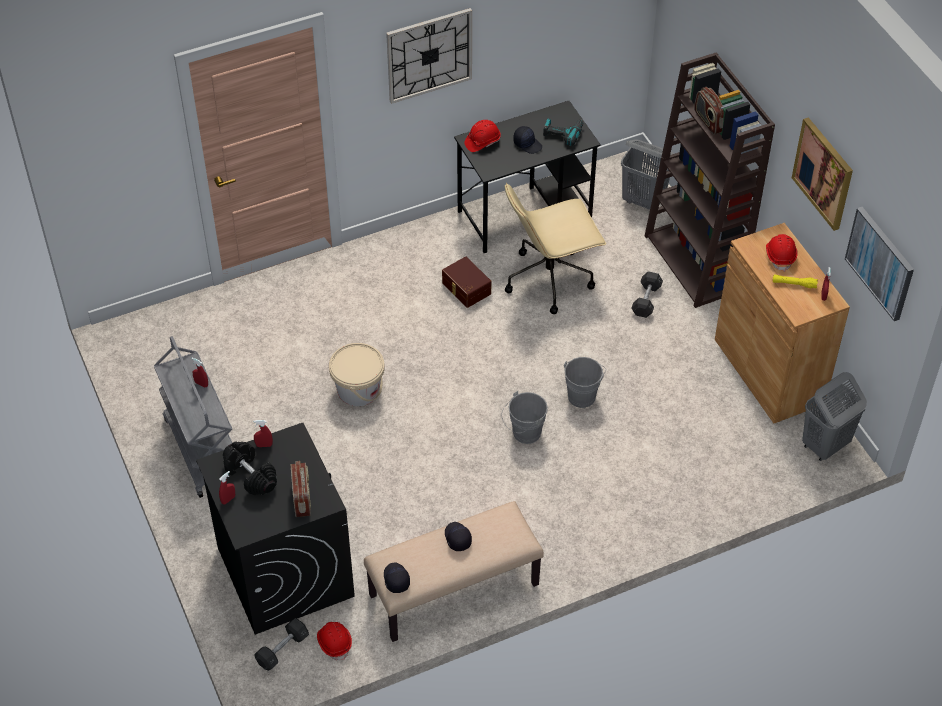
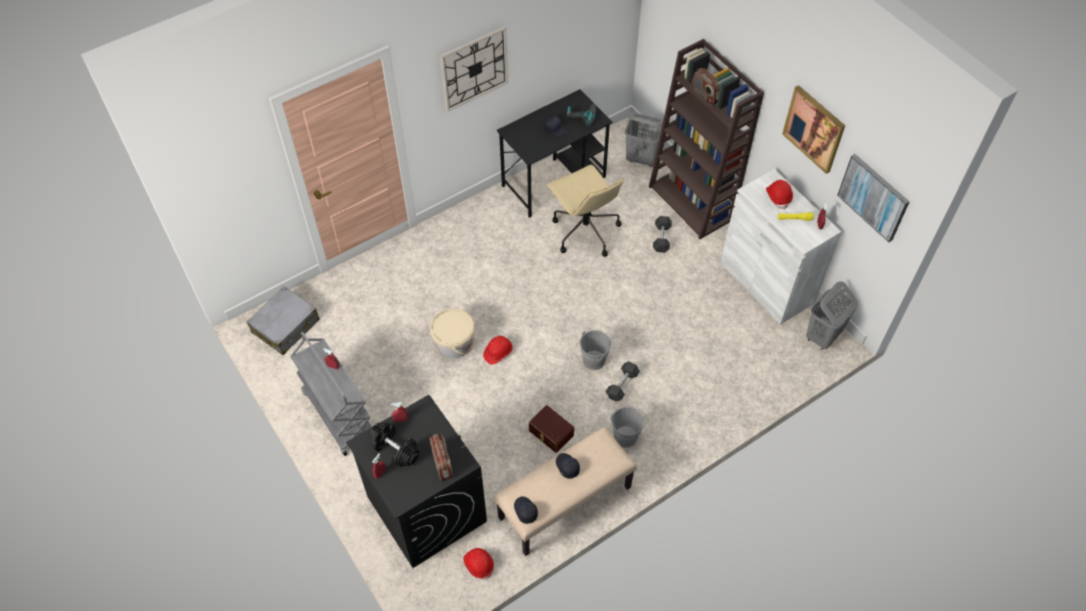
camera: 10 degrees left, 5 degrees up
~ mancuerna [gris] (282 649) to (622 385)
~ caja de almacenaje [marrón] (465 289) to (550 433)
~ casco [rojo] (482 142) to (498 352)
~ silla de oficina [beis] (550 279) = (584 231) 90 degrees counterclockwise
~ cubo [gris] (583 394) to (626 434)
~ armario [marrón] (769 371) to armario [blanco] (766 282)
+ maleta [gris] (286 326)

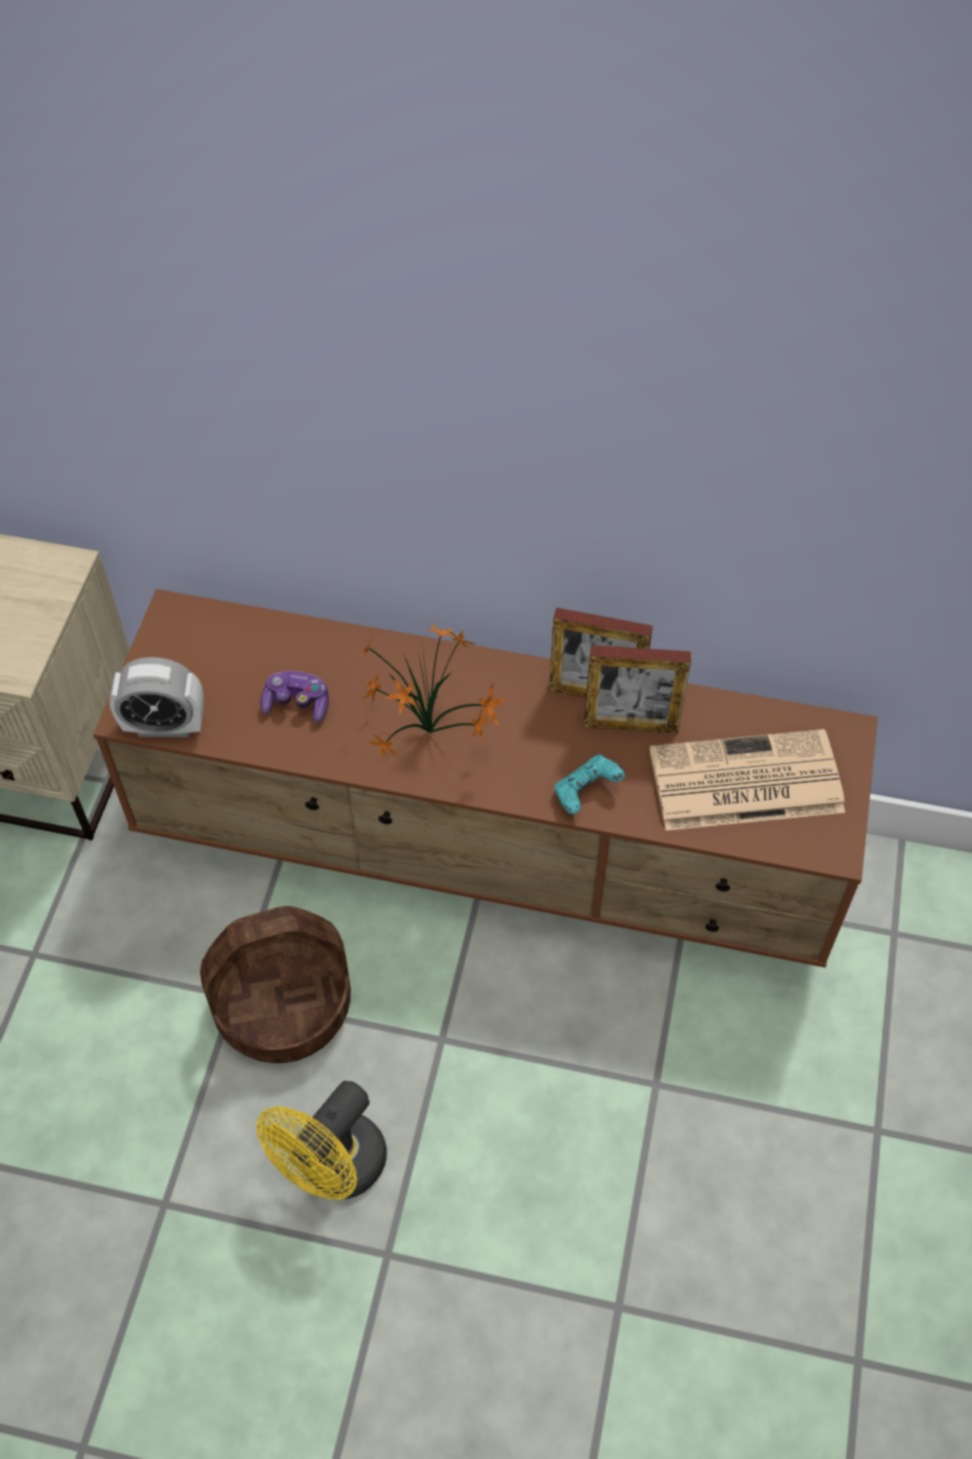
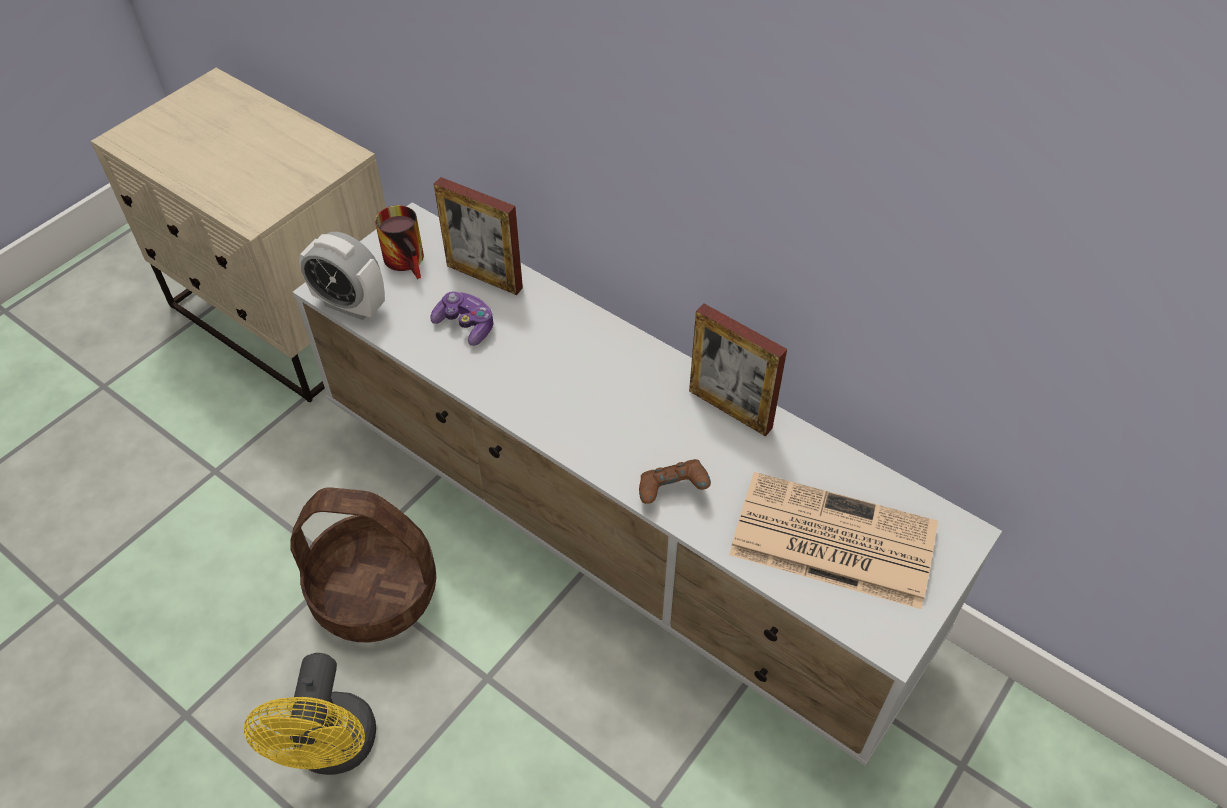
camera: 25 degrees right, 5 degrees down
~ mueble de televisión [marrón] (490 851) to mueble de televisión [blanco] (616 535)
~ ventilador [amarillo] (334 1170) = (333 751) 60 degrees counterclockwise
- planta en maceta (433 736)
~ mando de consola [turquesa] (586 793) to mando de consola [marrón] (672 492)
~ portarretratos (630 724) to (484 277)
+ taza grande (410 260)

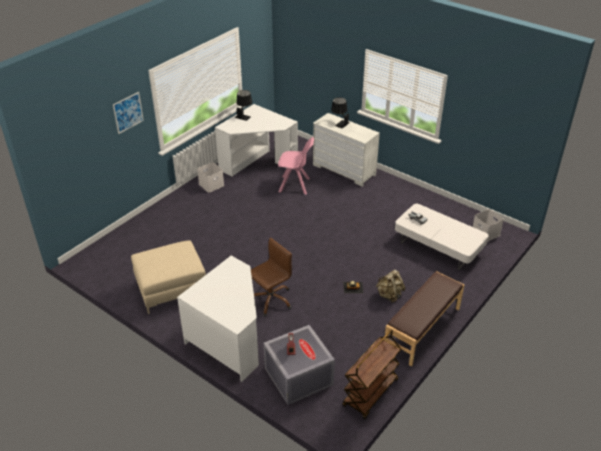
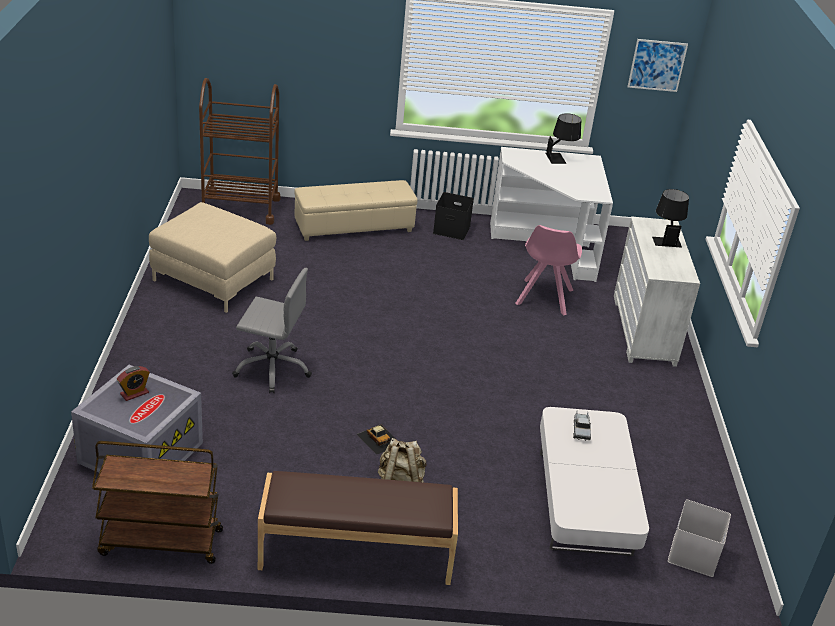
camera: 50 degrees right, 5 degrees down
~ cuadro (128 112) to (657 65)
- escritorio [blanco] (229 340)
~ caja de almacenaje [blanco] (211 184) to caja de almacenaje [negro] (452 229)
~ silla de oficina [marrón] (270 300) to silla de oficina [gris] (272 368)
~ silla [rosa] (295 185) = (544 298) 45 degrees clockwise
+ carrito [marrón] (240 208)
+ puf [beis] (354 227)

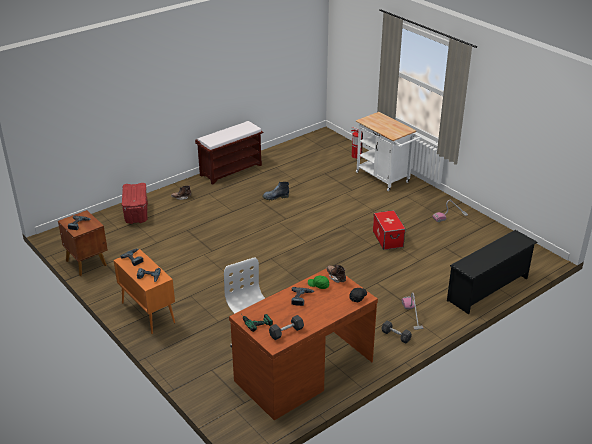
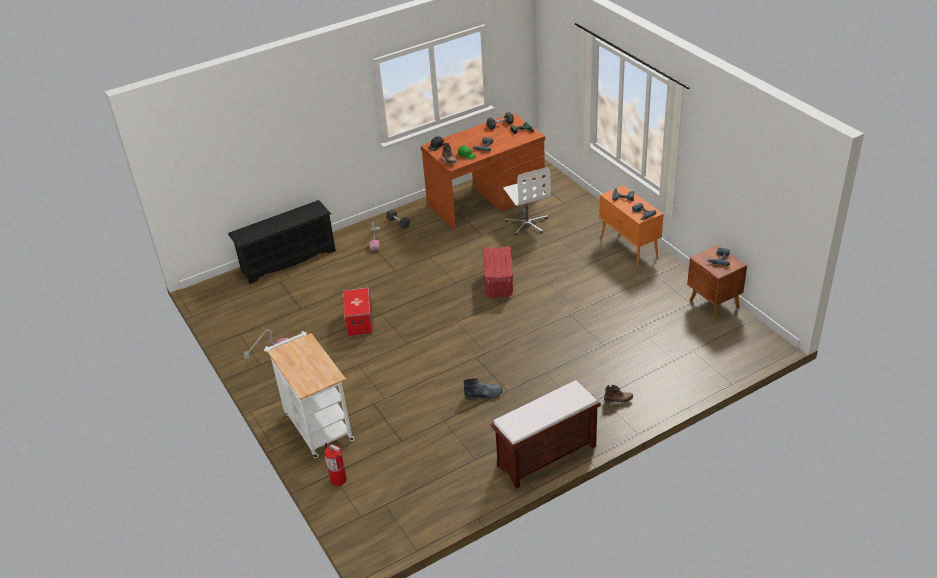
camera: 170 degrees left, 5 degrees up
~ caja de almacenaje [rojo] (136 213) to (499 284)

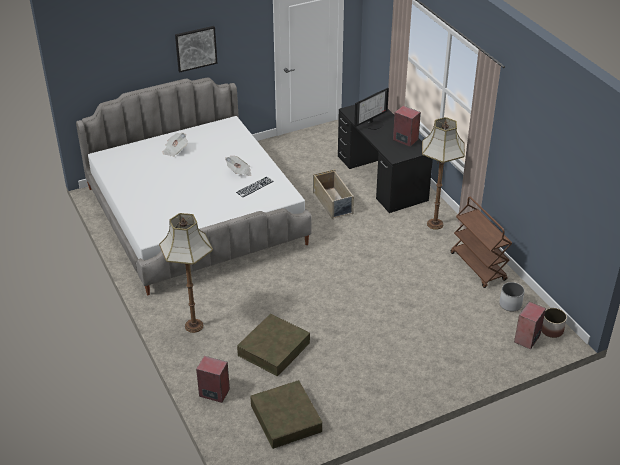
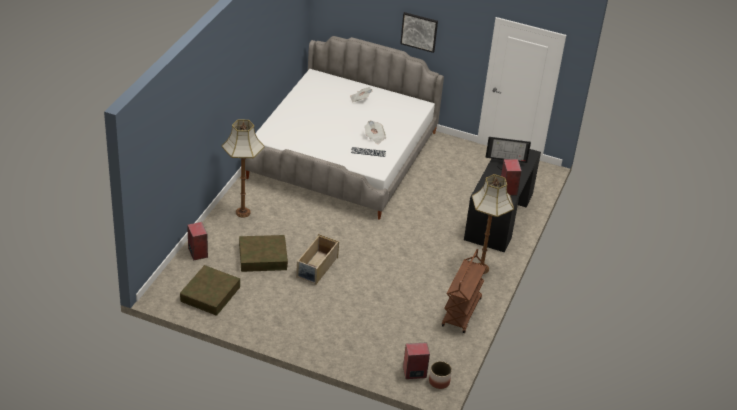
camera: 45 degrees right, 0 degrees up
~ caja de almacenaje [beis] (333 203) to (316 267)
- maceta [blanco] (510 304)

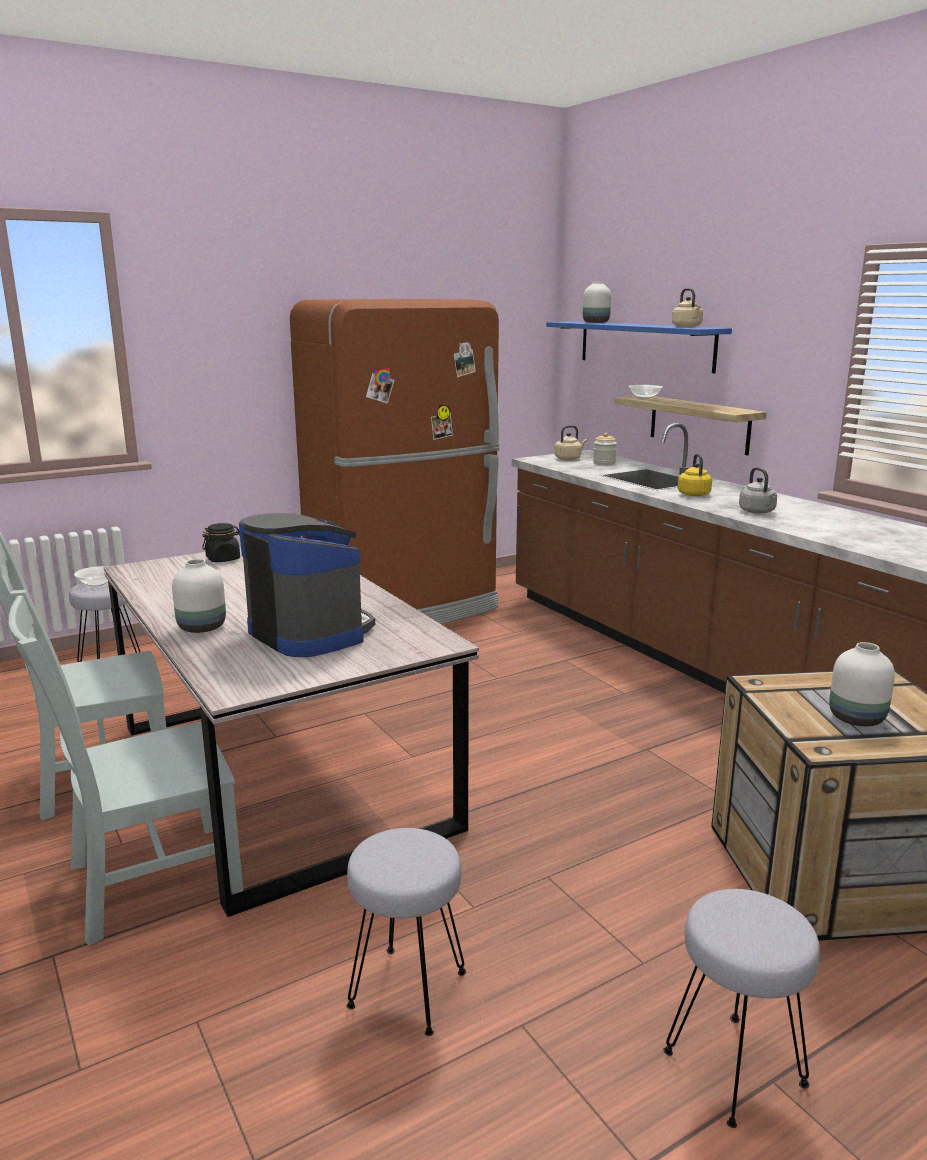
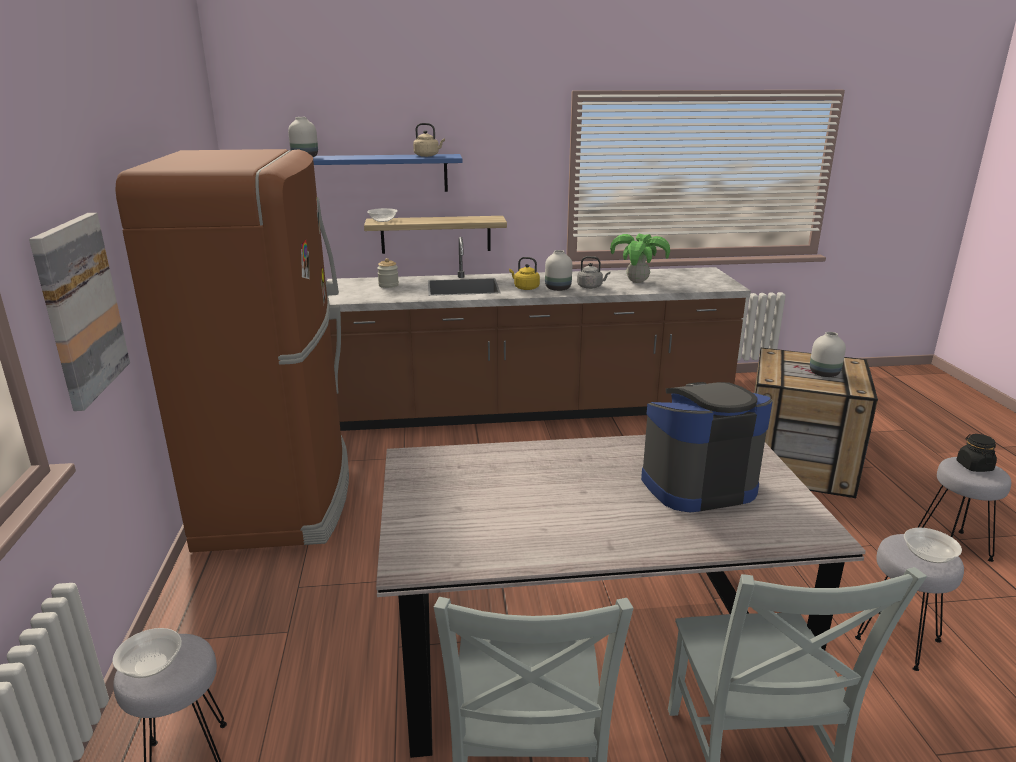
camera: 65 degrees left, 5 degrees up
~ florero [blanco] (202 627) to (557 288)
~ tarro [negro] (223 559) to (974 466)
- hervidor [beis] (569 458)
+ cuadro (80 308)
+ planta en maceta (637 282)
+ cuenco (928 555)

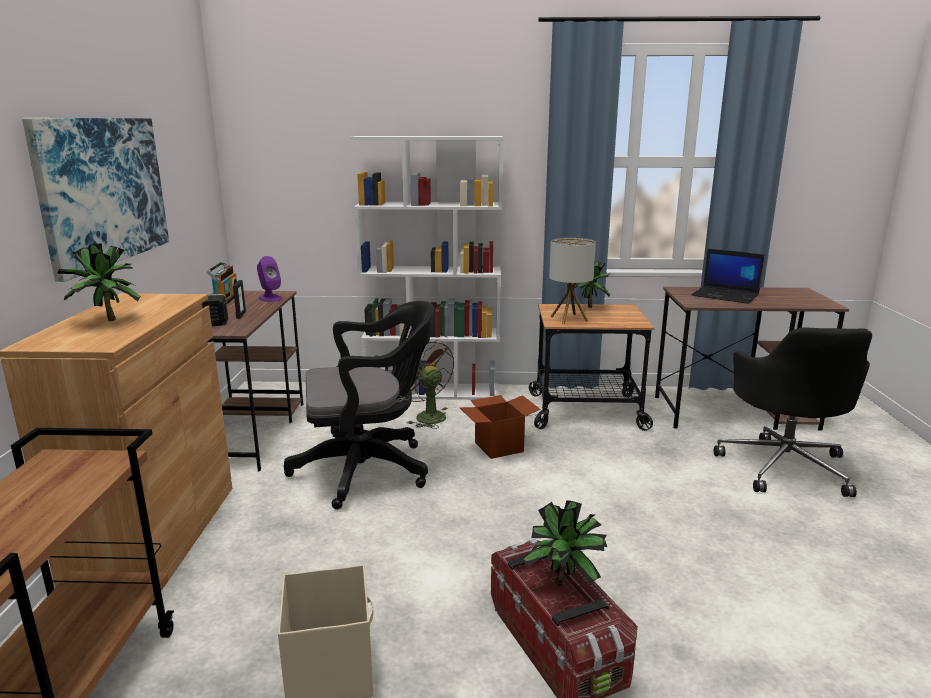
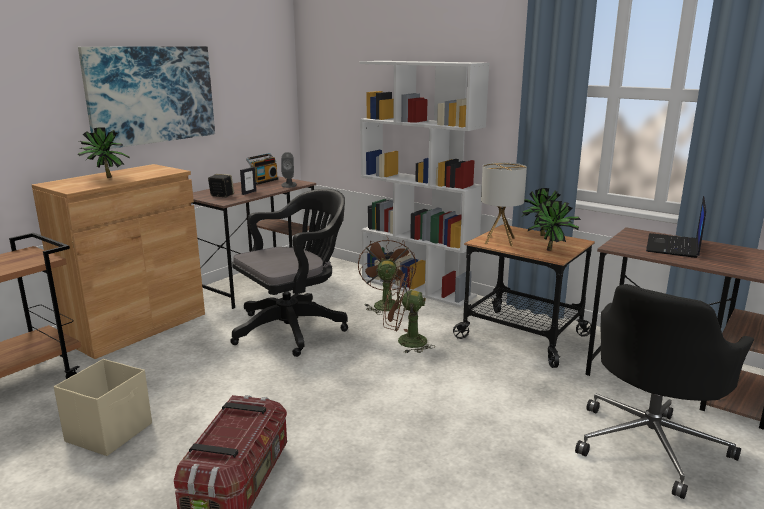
camera: 35 degrees right, 0 degrees up
~ altavoz [morado] (270 298) to altavoz [gris] (289 185)
~ silla de oficina [negro] (369 470) = (294 328) 60 degrees counterclockwise
~ caja de cartón (499 447) to ventilador [marrón] (405 341)
~ planta en maceta (565 583) to (553 251)
~ portátil (726 295) = (673 246) 45 degrees clockwise

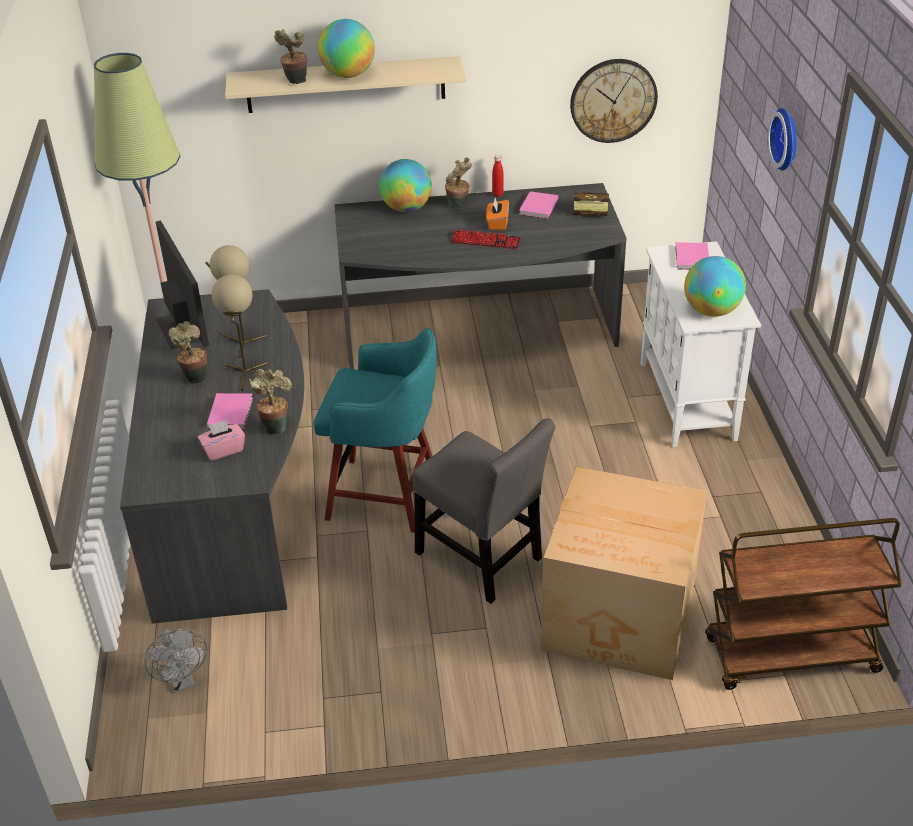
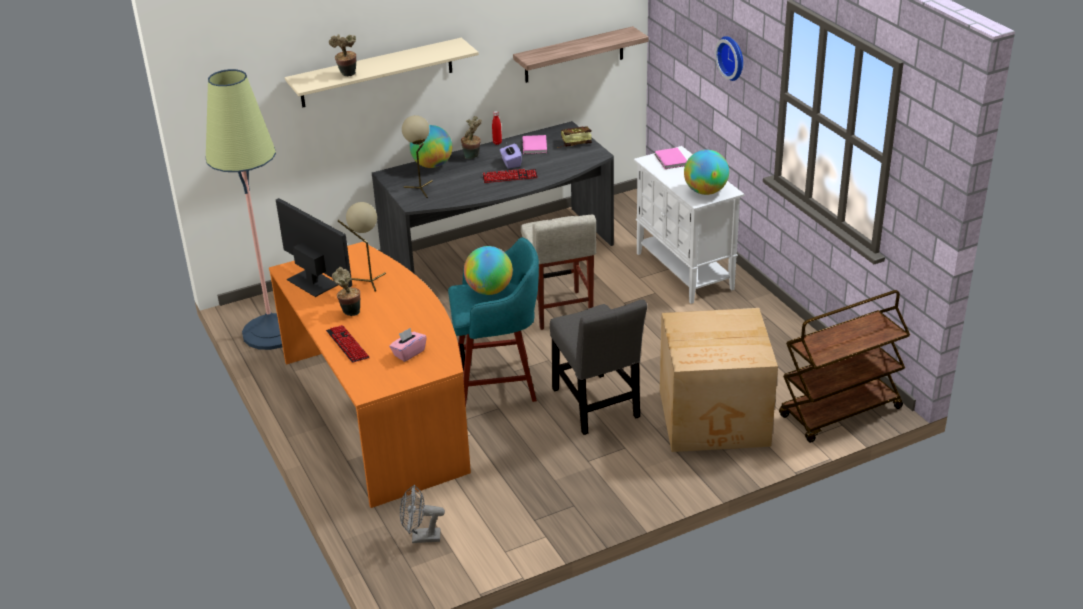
camera: 20 degrees left, 5 degrees down
~ escritorio [gris] (234 499) to escritorio [naranja] (380 412)
~ ventilador [gris] (182 681) = (421 537) 135 degrees clockwise
- libro [rosa] (231 412)
~ lámpara de mesa [beis] (245 374) to (421 189)
- planta en maceta (275 426)
~ globo terráqueo (348 75) to (489 290)
~ silla [gris] (482 560) = (596 406) 45 degrees clockwise
~ caja de pañuelos [naranja] (497 223) to caja de pañuelos [morado] (511 163)
~ reloj de pared (613 100) to estante (574 55)
+ teclado (347 345)
+ taburete [beis] (559 310)

